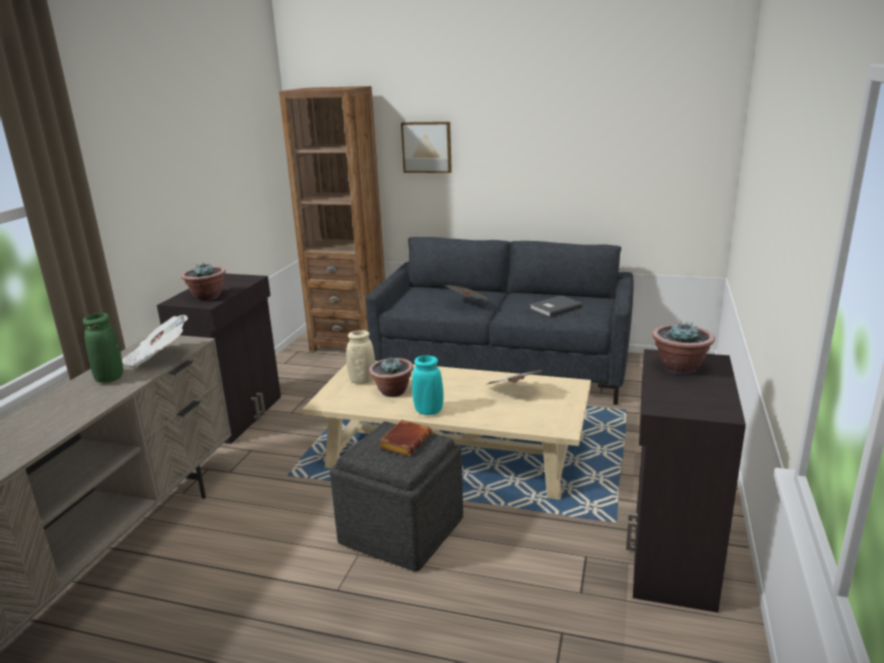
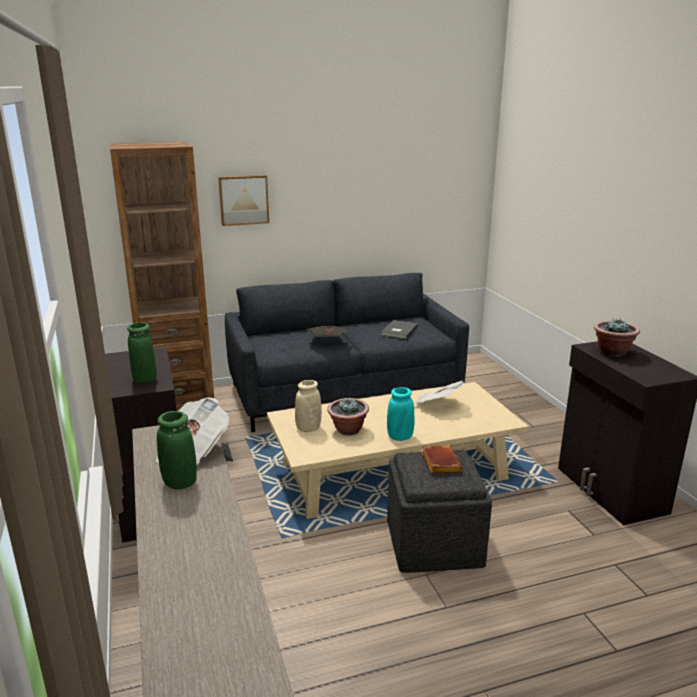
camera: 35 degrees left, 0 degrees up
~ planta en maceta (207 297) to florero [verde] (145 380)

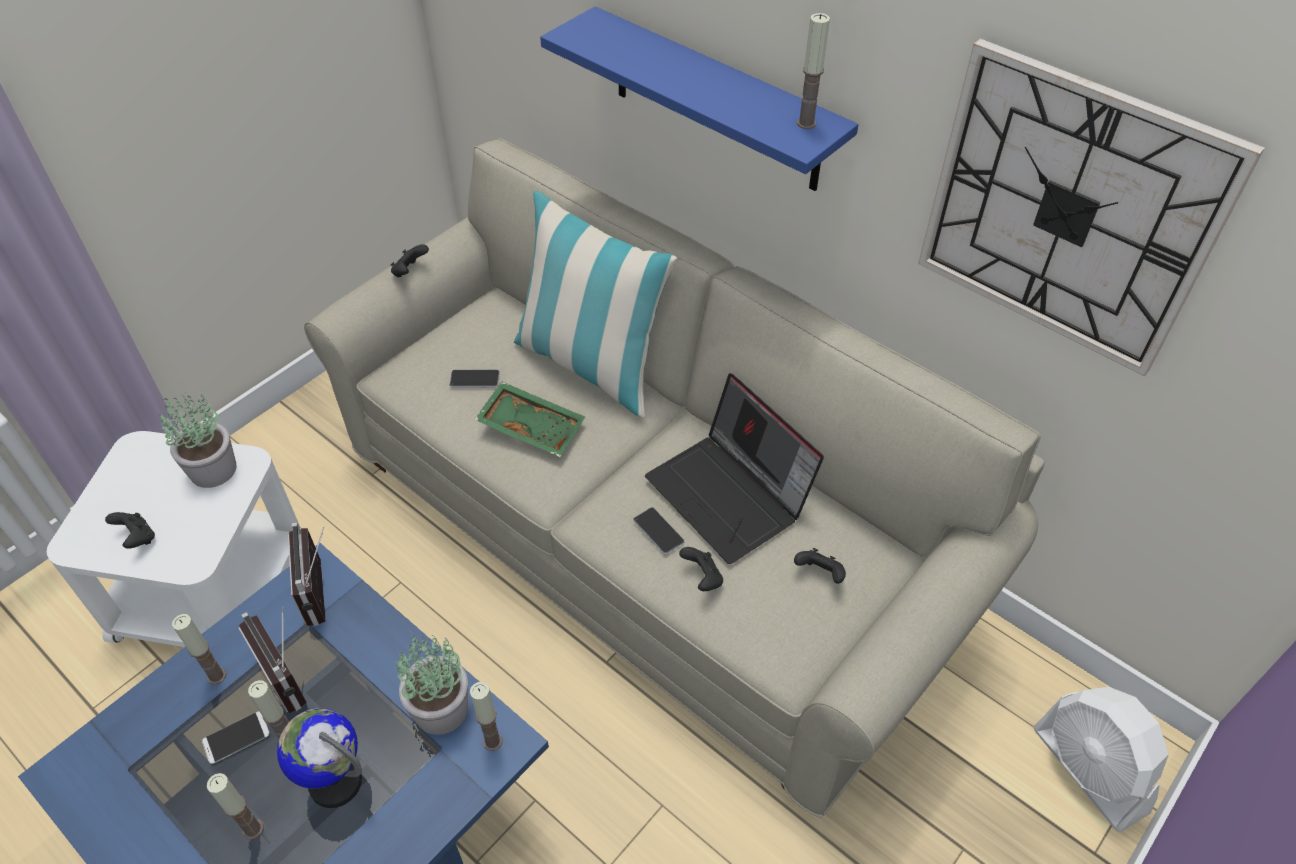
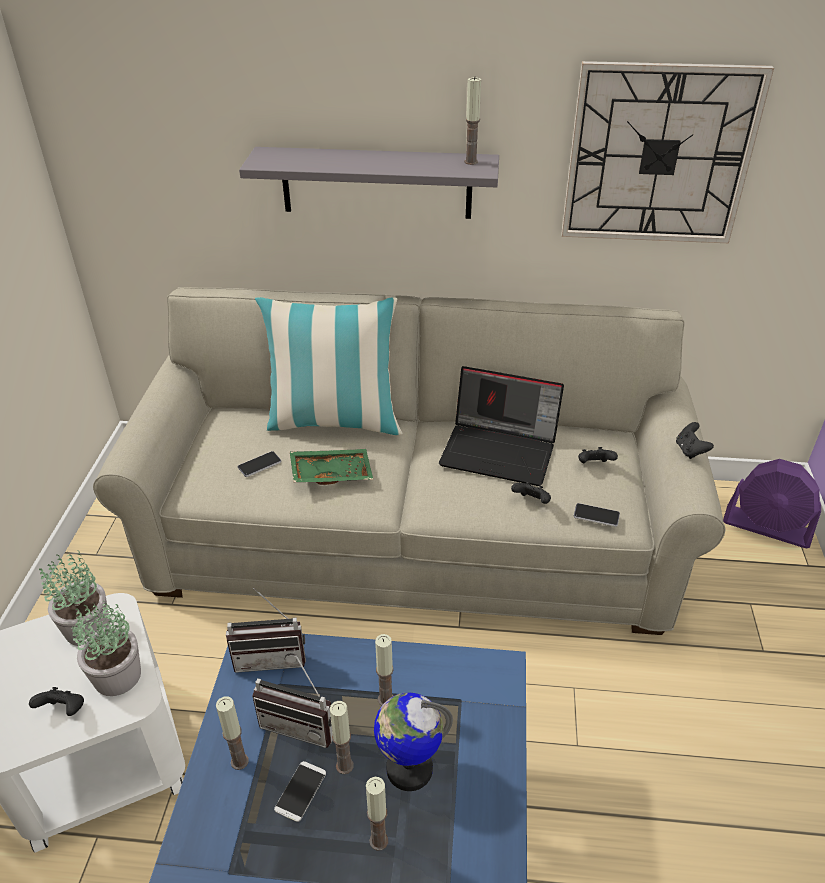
camera: 35 degrees left, 10 degrees down
~ radio (324 592) = (271 656) 45 degrees counterclockwise
~ mando de consola [negro] (410 272) to (690 450)
~ planta en maceta (440 710) to (117 677)
~ vela (492 741) to (385 699)
~ estante [azul] (715 101) to estante [gris] (376 183)
~ móvil (658 531) to (596 515)
~ ventilador [blanco] (1089 771) to ventilador [morado] (767 527)

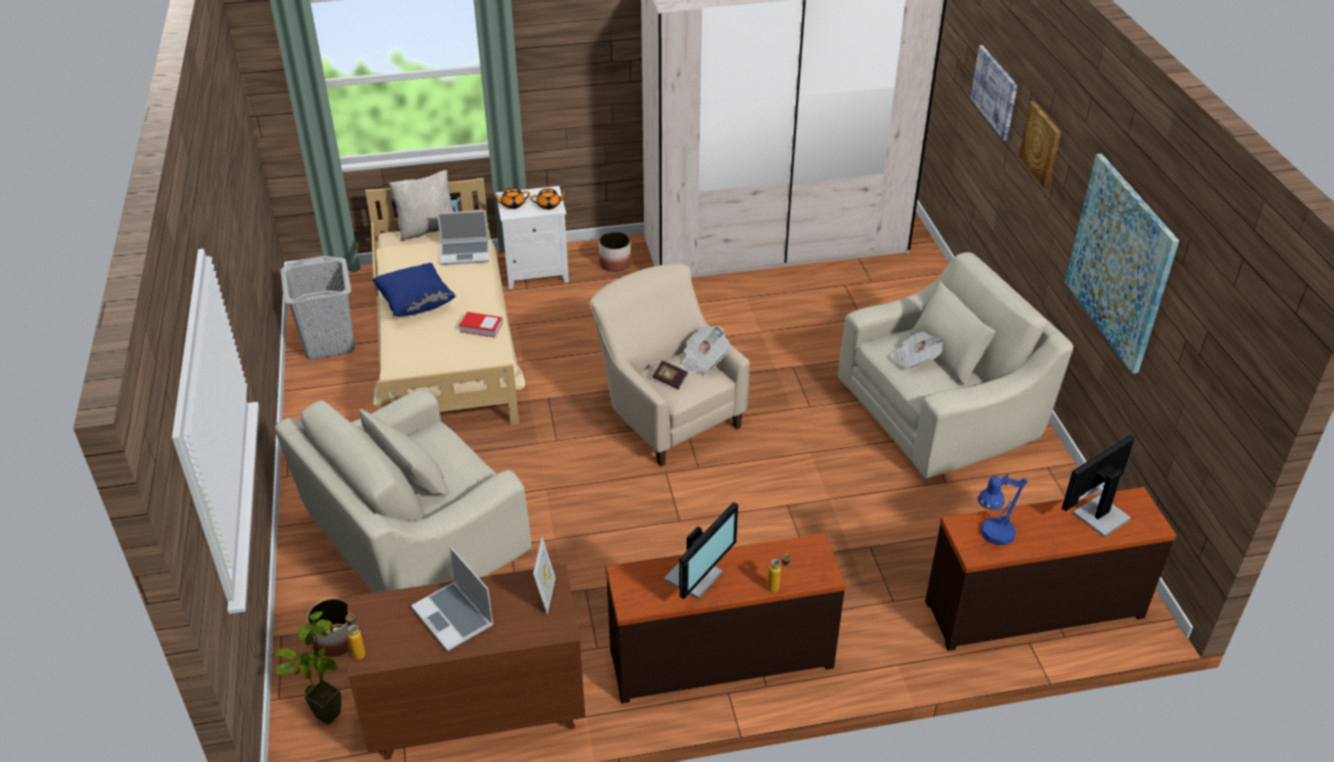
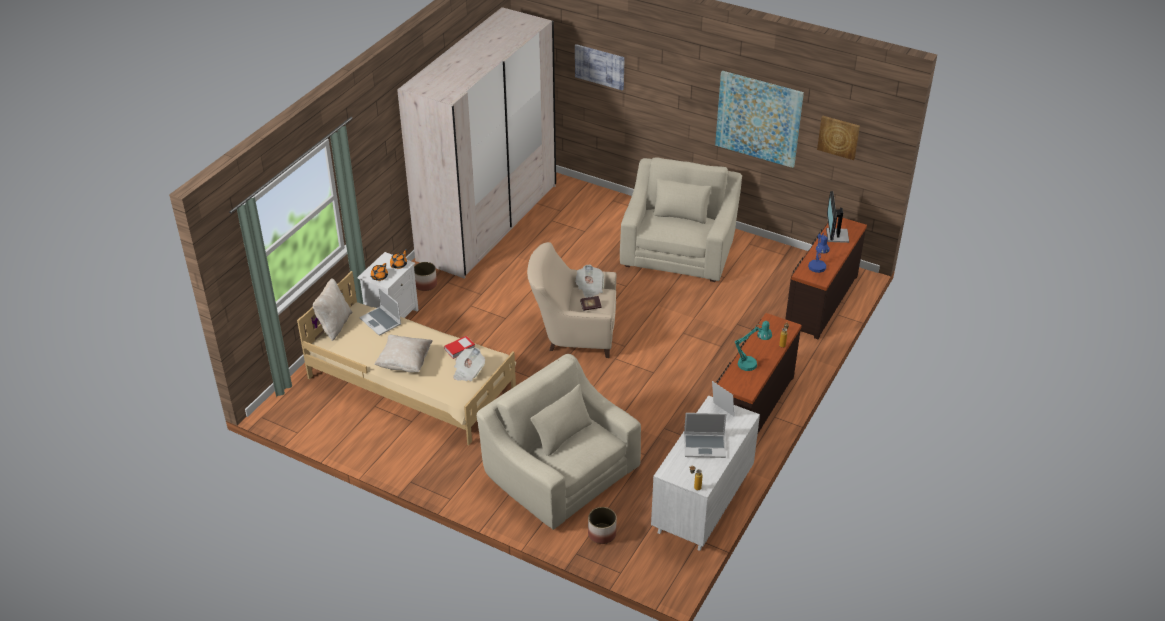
camera: 50 degrees left, 0 degrees up
- planta en maceta (323 709)
~ sillón [beis] (414 540) = (560 471) 135 degrees clockwise
- cesto de la ropa [gris] (329 342)
~ cómoda [marrón] (475 712) to cómoda [blanco] (702 505)
~ cojín [azul] (416 304) to cojín [beis] (405 363)
~ portátil (466 253) = (381 322) 105 degrees clockwise
~ monitor (696 576) to lámpara de mesa [turquesa] (751 363)
~ periódico (915 359) to (468 372)
~ cuadro (1042 144) to (838 137)

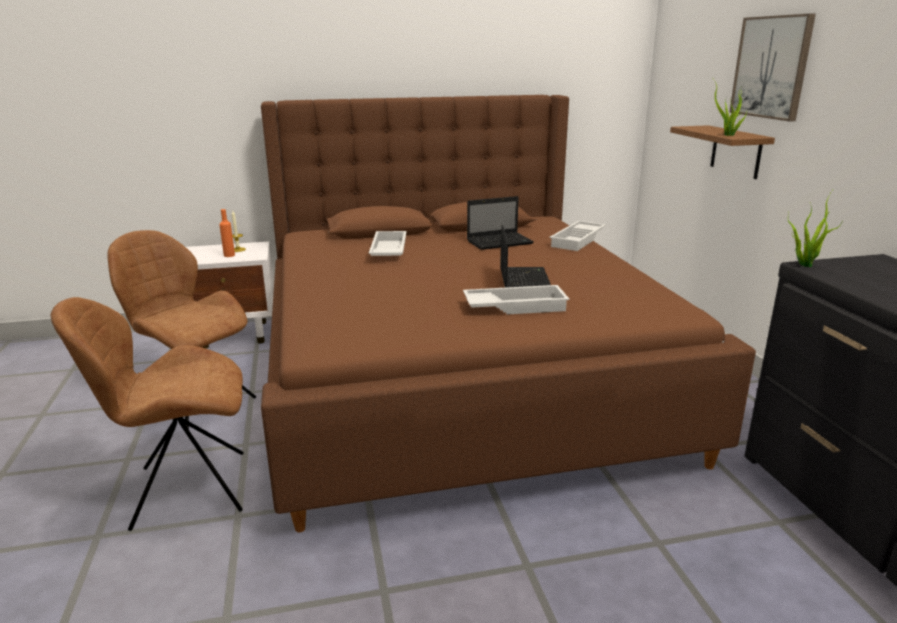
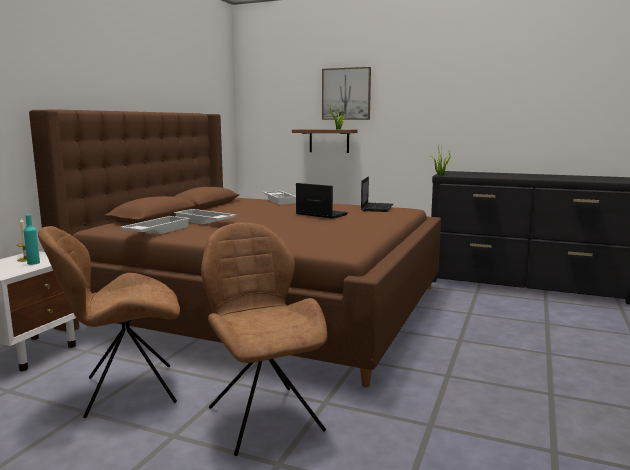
camera: 55 degrees left, 10 degrees down
~ silla [marrón] (185 490) = (263 416) 135 degrees clockwise
~ botella [naranja] (229 255) to botella [turquesa] (33 263)
~ bandeja [blanco] (515 306) to (156 231)
~ portátil (500 242) to (377 208)

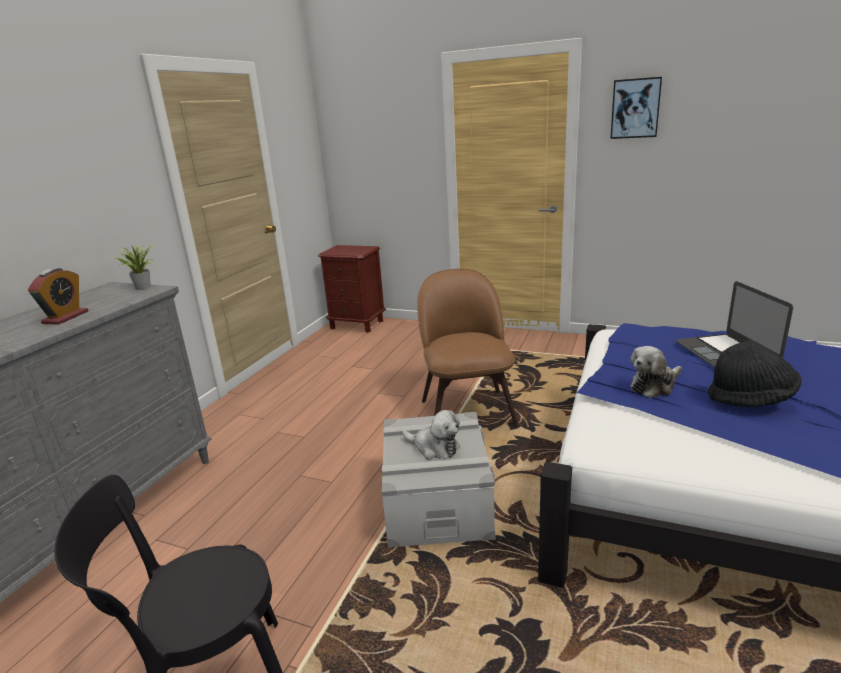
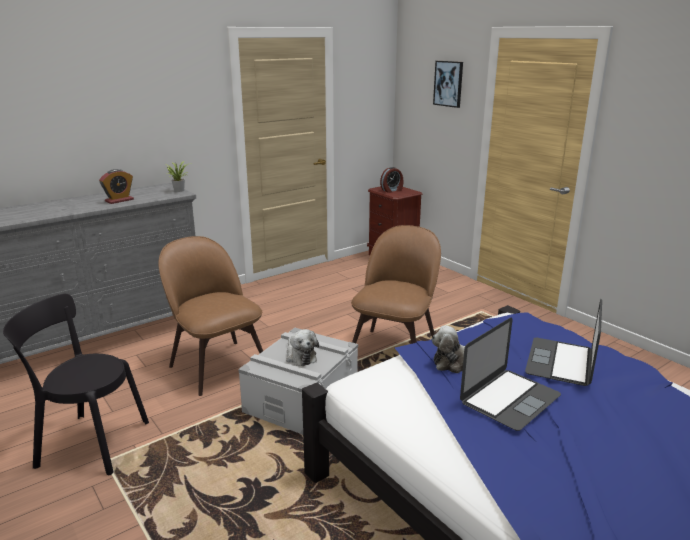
camera: 30 degrees right, 0 degrees up
~ cuadro (635 108) to (448 83)
~ sombrero [negro] (750 399) to portátil (510 398)
+ silla [marrón] (217 365)
+ despertador (392 190)

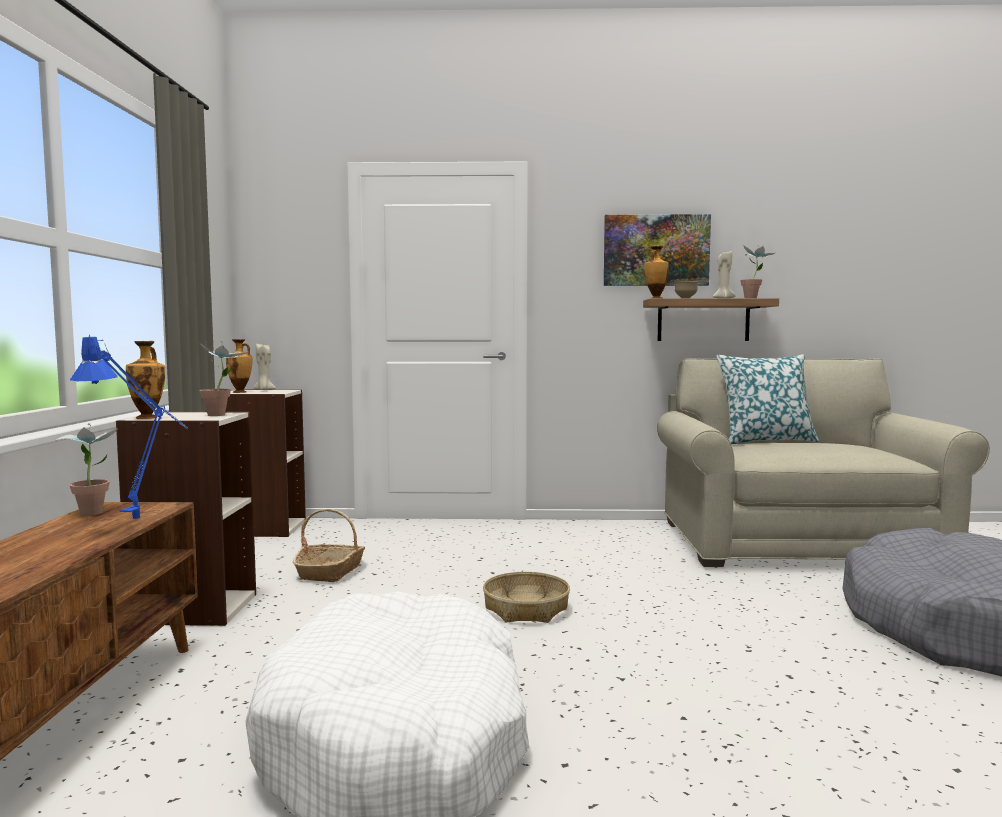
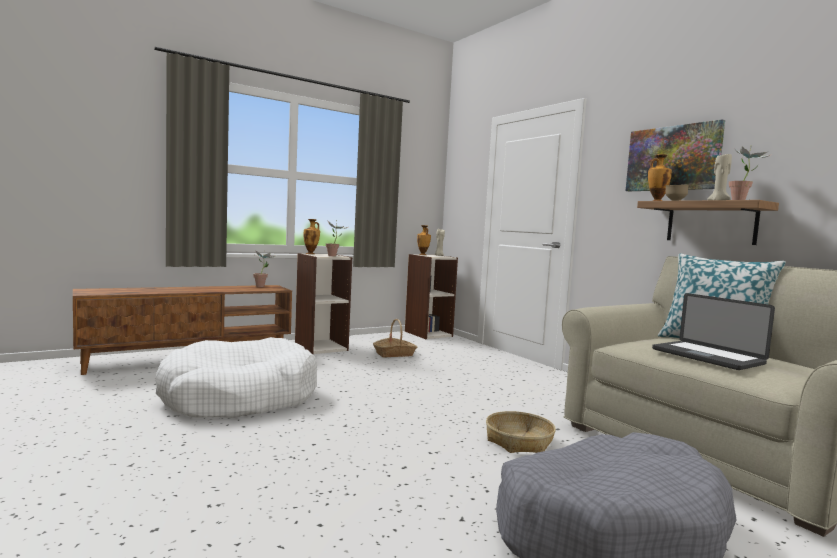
camera: 55 degrees right, 0 degrees up
- lámpara de mesa [azul] (143 518)
~ cesta (526 609) to (519 441)
+ portátil (707 357)

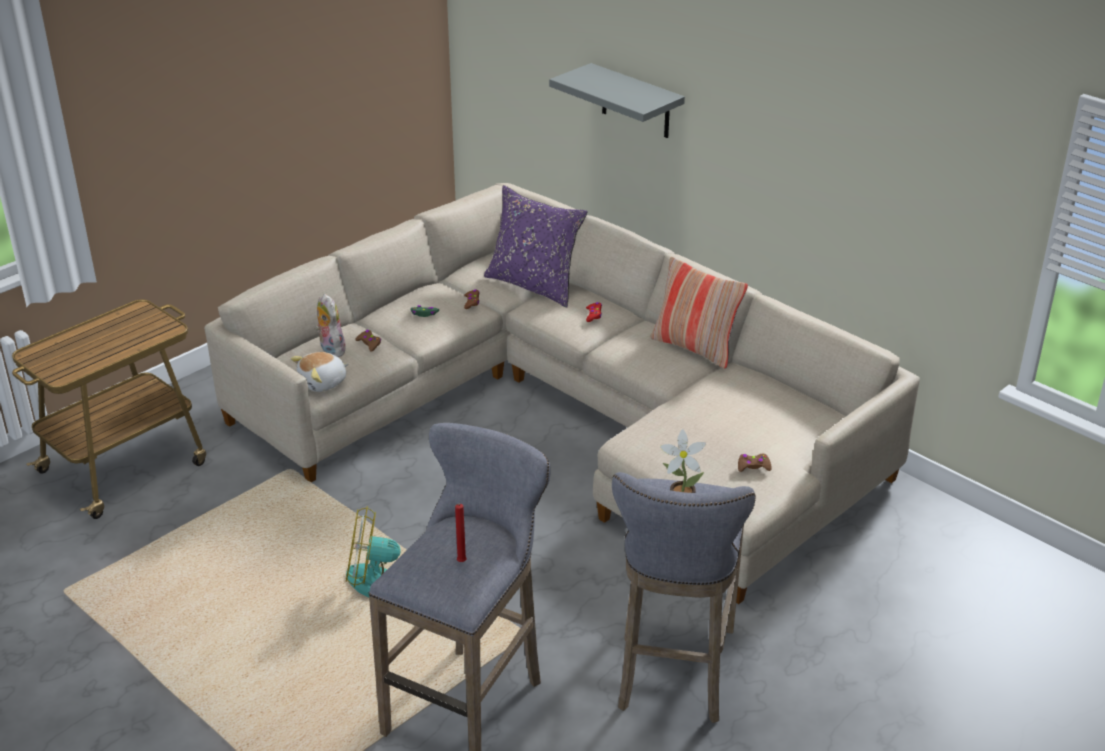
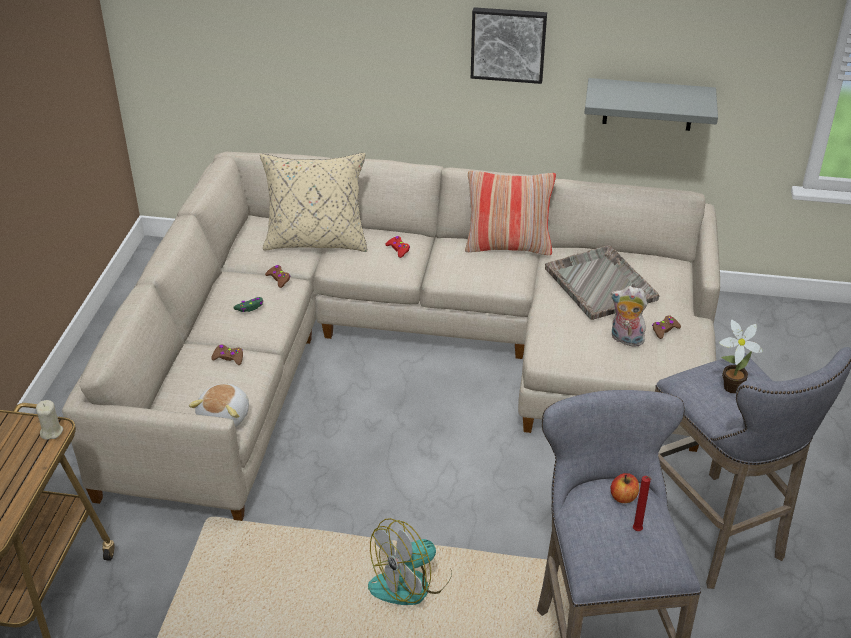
camera: 35 degrees left, 5 degrees up
~ peluche (330 349) to (625 339)
~ cojín [morado] (534 285) to cojín [beis] (316 241)
~ estante [gris] (636 102) to (648 104)
+ vela [beis] (51 432)
+ cuadro (508 44)
+ bandeja [gris] (600 283)
+ manzana (623 497)

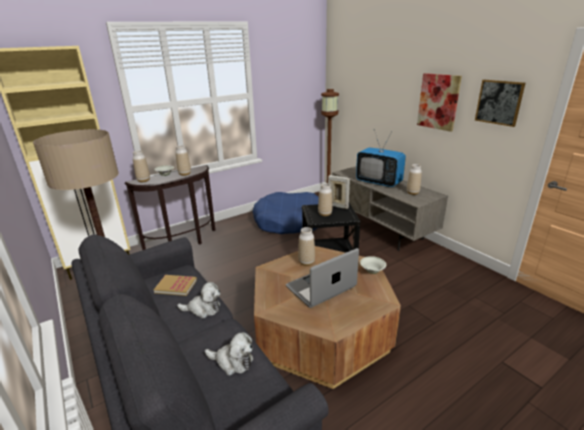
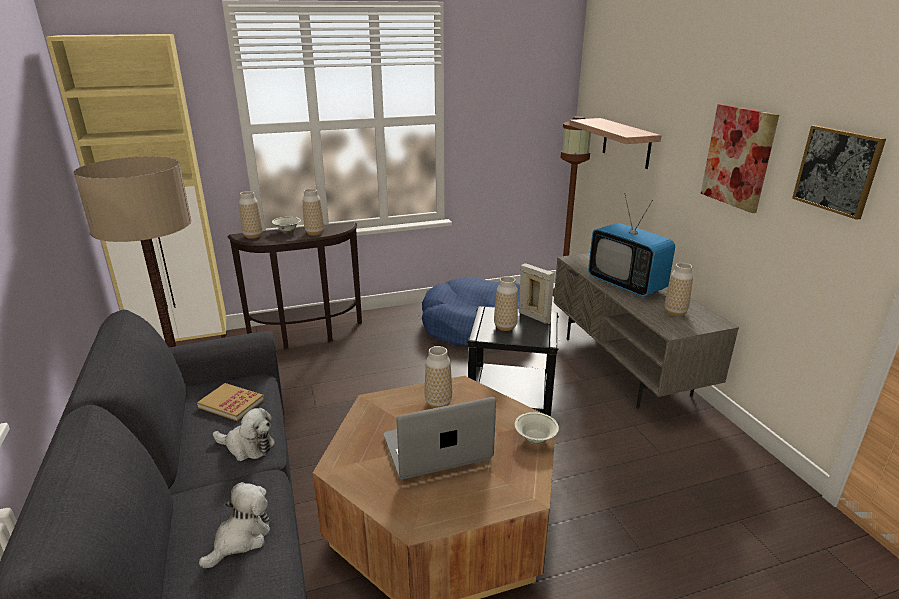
camera: 15 degrees right, 0 degrees up
~ peluche (232 361) = (241 538) 90 degrees counterclockwise
+ estante (626 143)

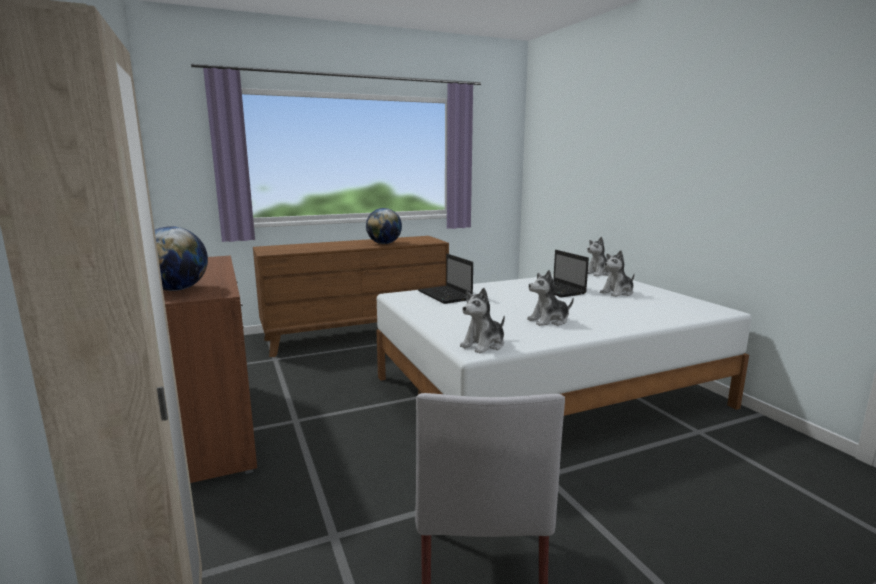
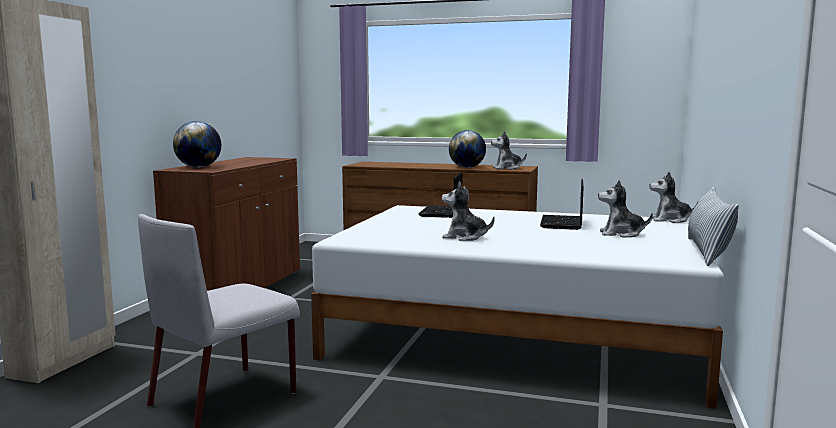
camera: 40 degrees right, 5 degrees down
~ peluche (484 345) to (507 168)
+ cojín (707 252)

